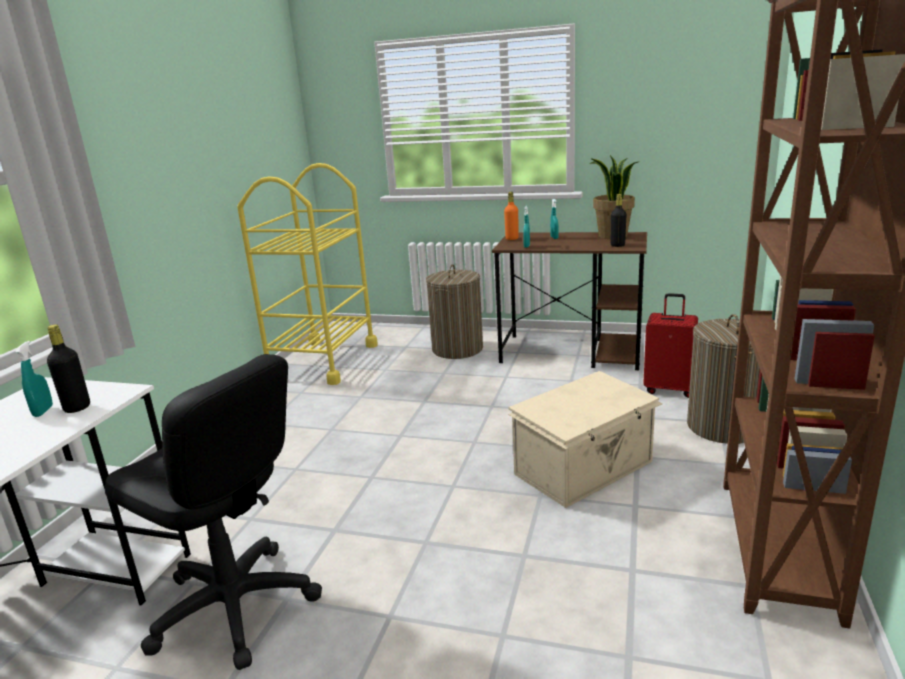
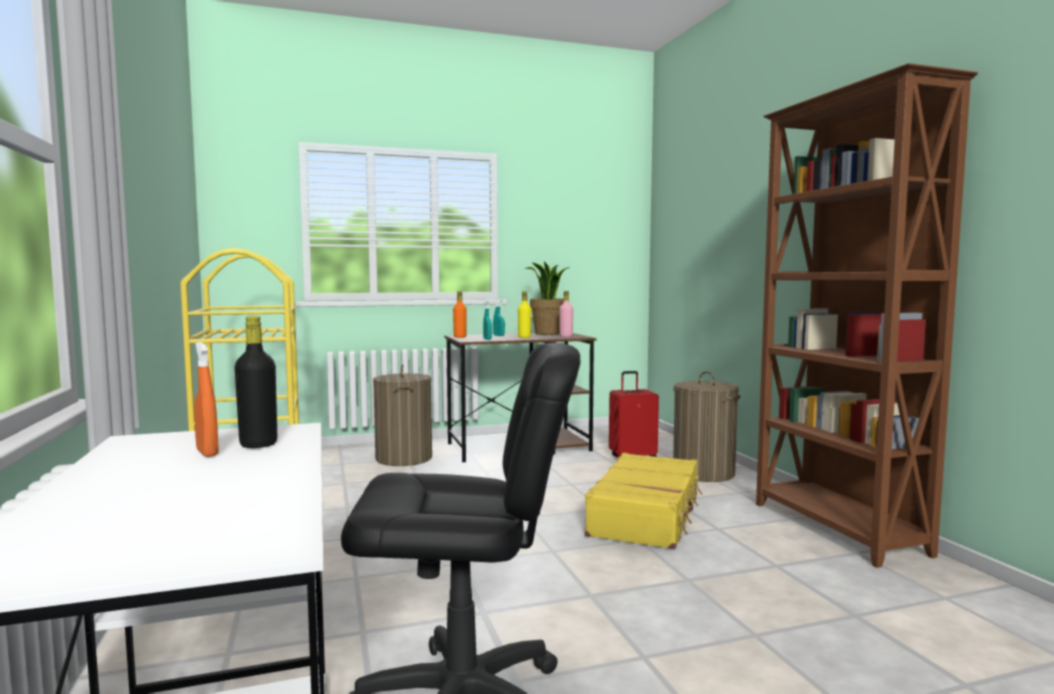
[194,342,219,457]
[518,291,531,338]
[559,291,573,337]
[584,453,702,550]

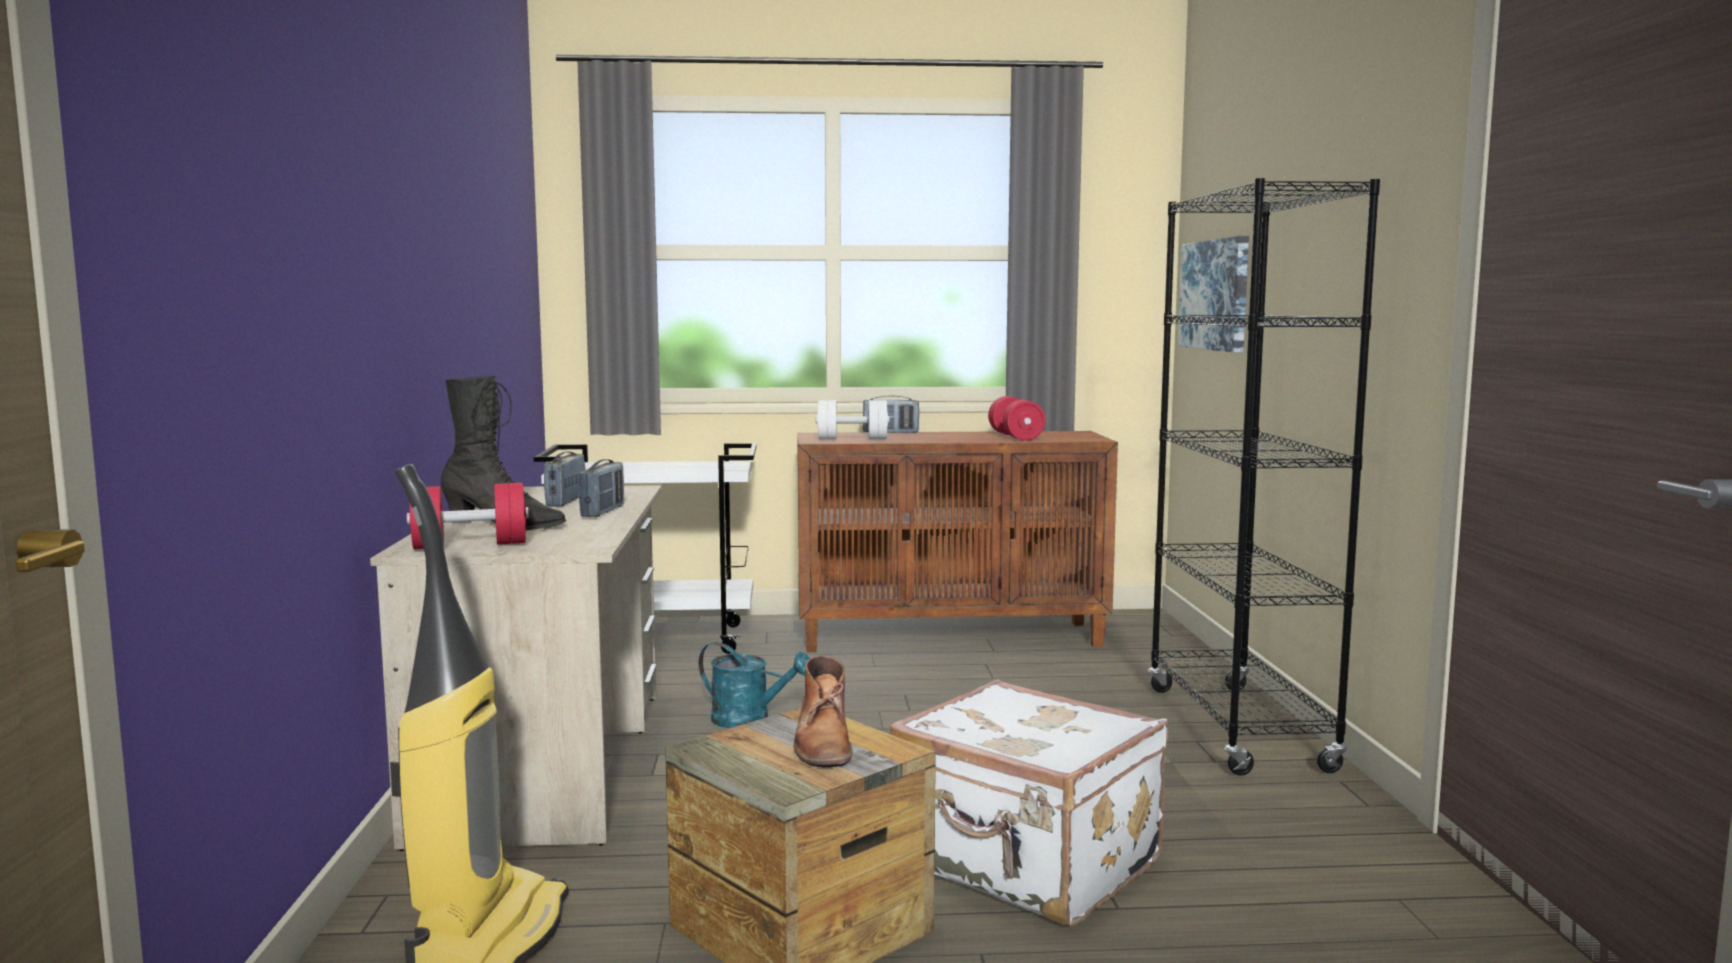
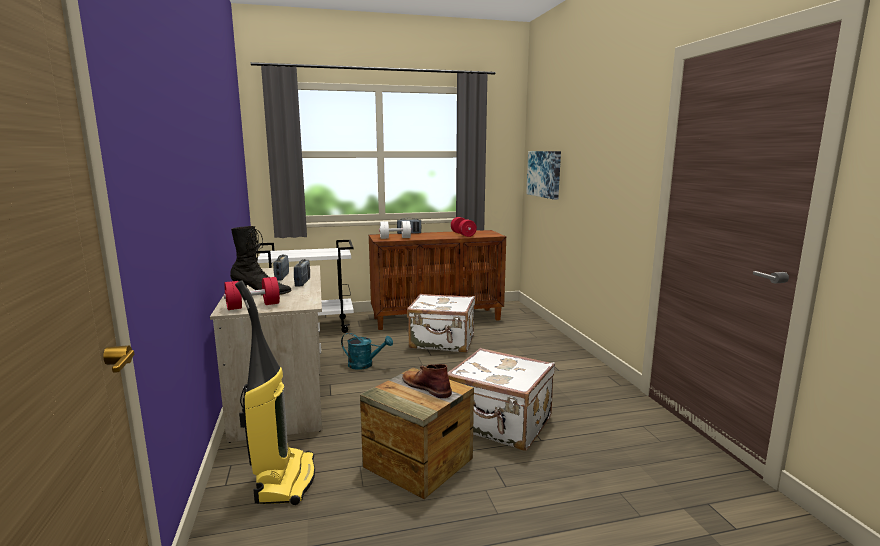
[402,364,452,398]
[407,294,475,353]
[1148,178,1380,775] (first image)

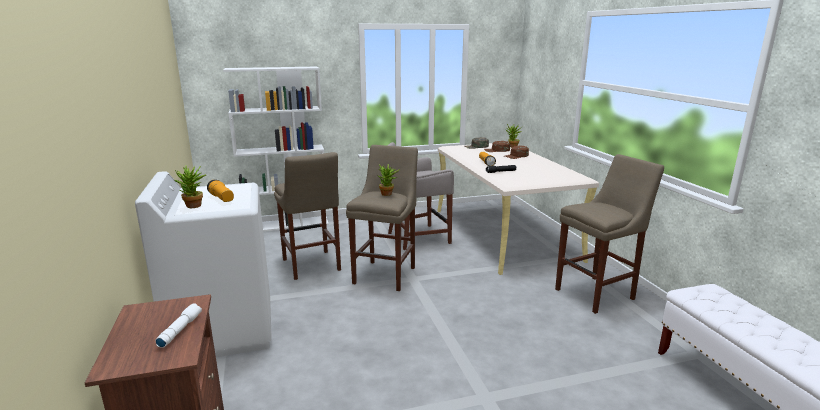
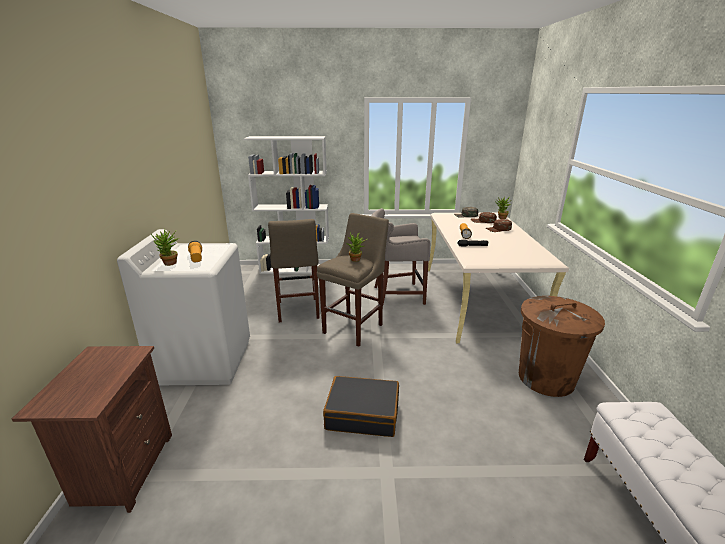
[323,376,399,437]
[519,296,605,397]
[155,303,202,348] (first image)

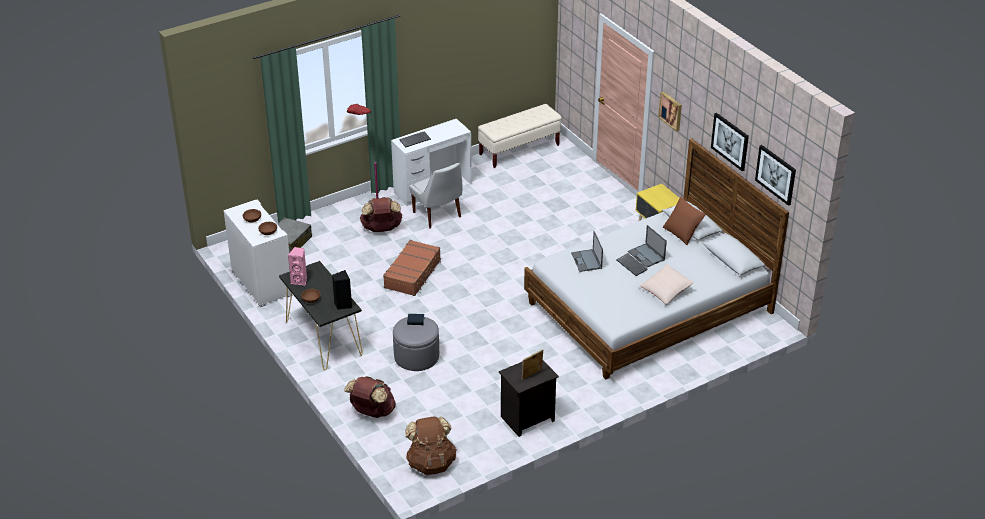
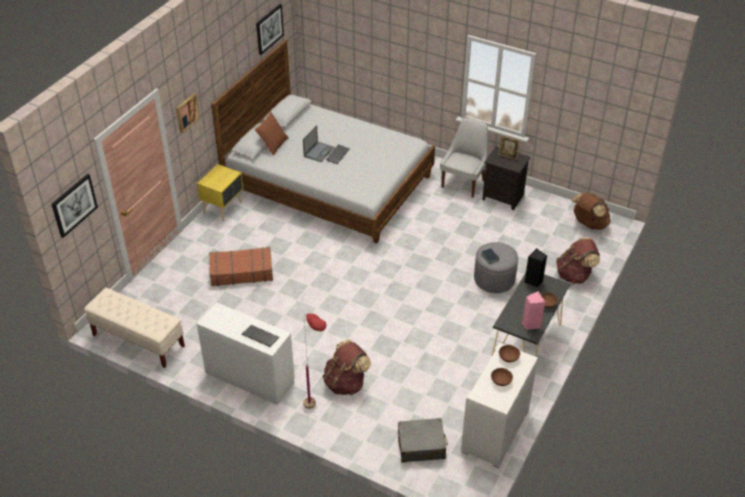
[52,174,98,238]
[209,247,273,286]
[440,118,489,198]
[571,231,603,272] (first image)
[640,264,694,305] (first image)

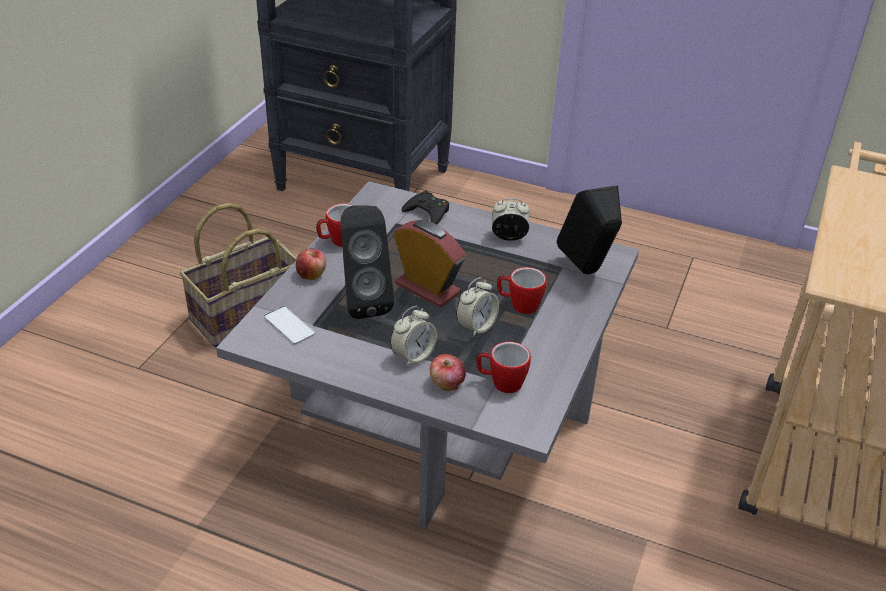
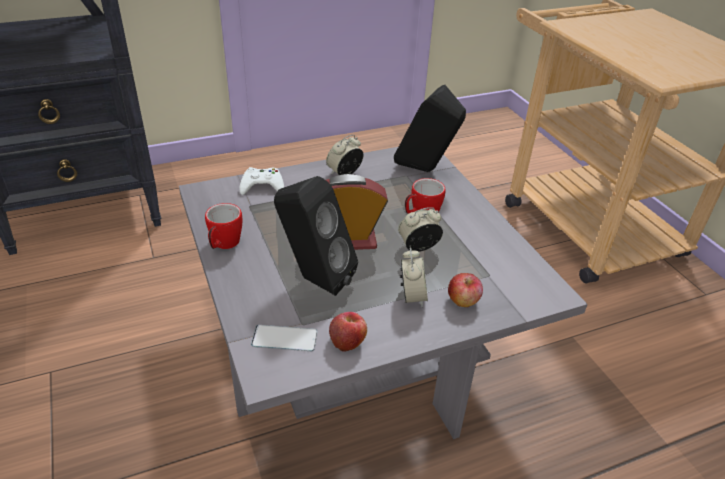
[239,167,284,195]
[329,312,367,352]
[398,207,443,252]
[180,203,297,347] (first image)
[476,342,531,393] (first image)

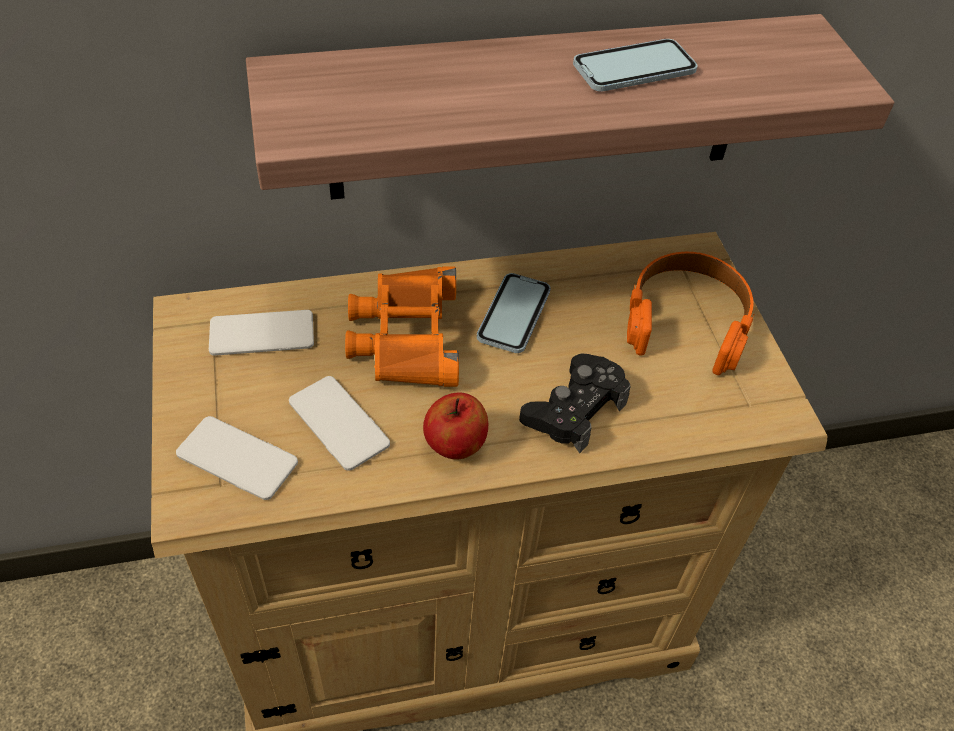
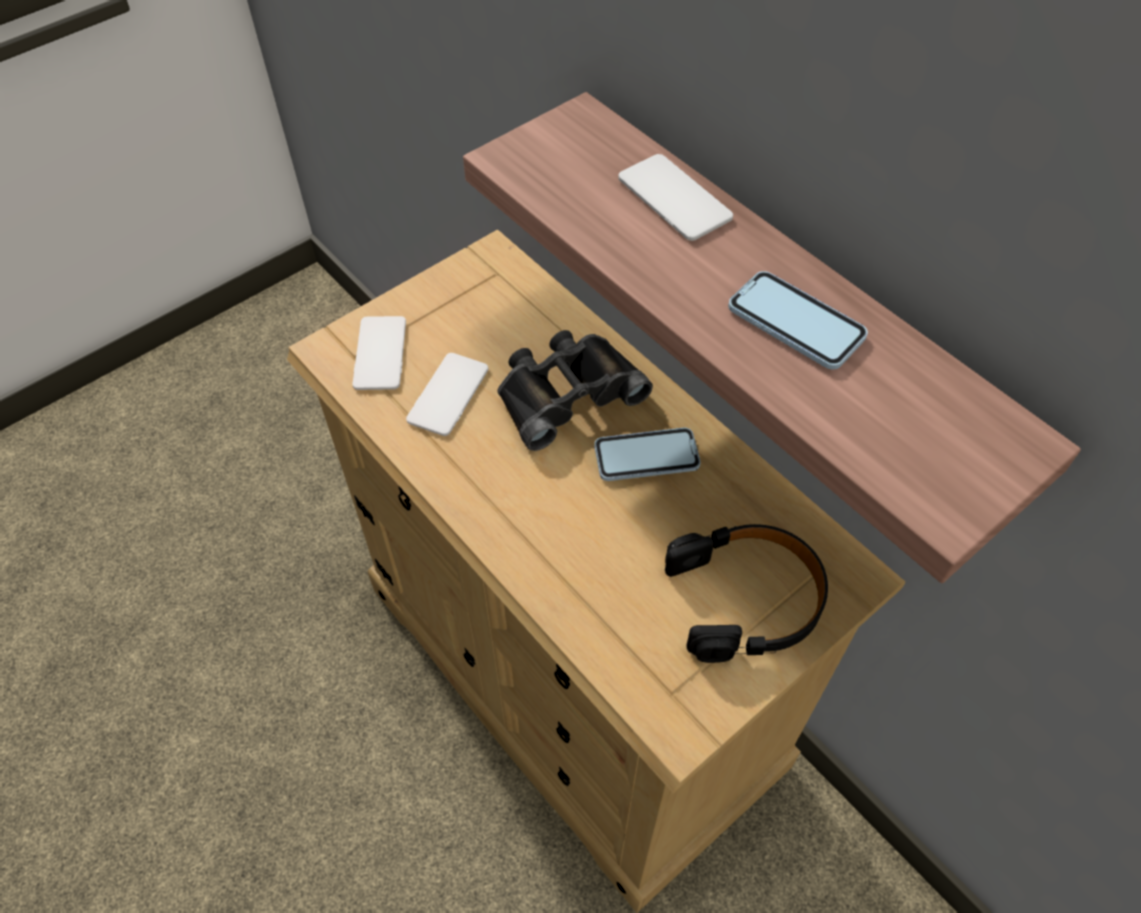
[497,330,653,451]
[619,154,733,241]
[665,524,828,663]
[423,393,488,460] (first image)
[519,354,631,453] (first image)

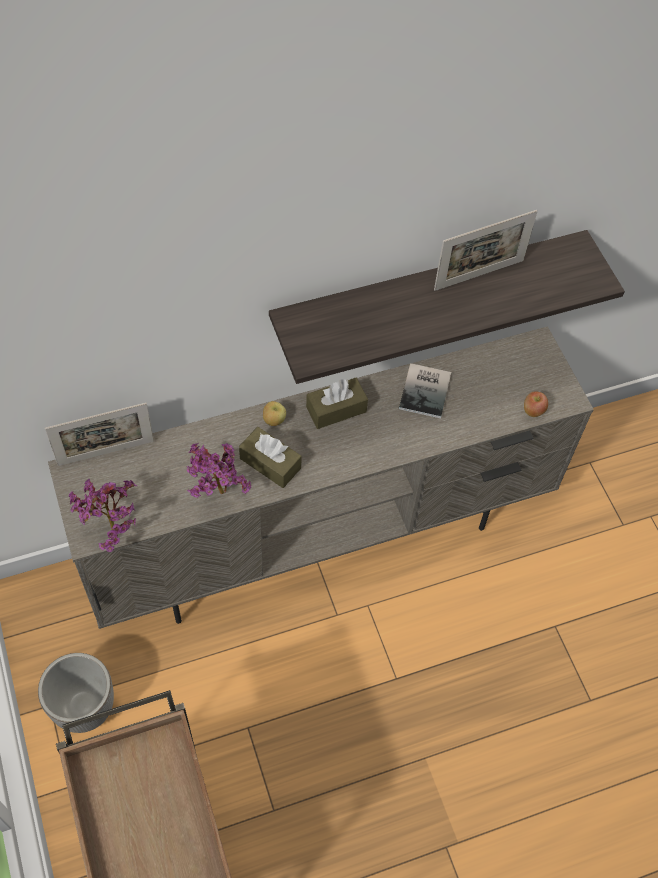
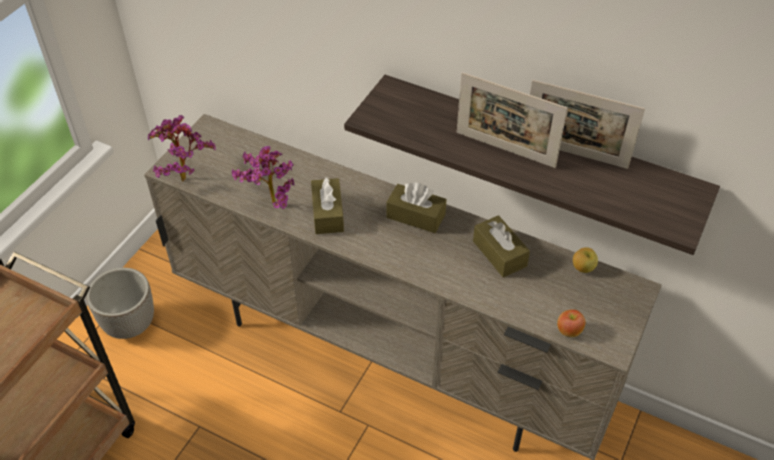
[457,72,568,168]
[473,215,530,278]
[573,247,598,273]

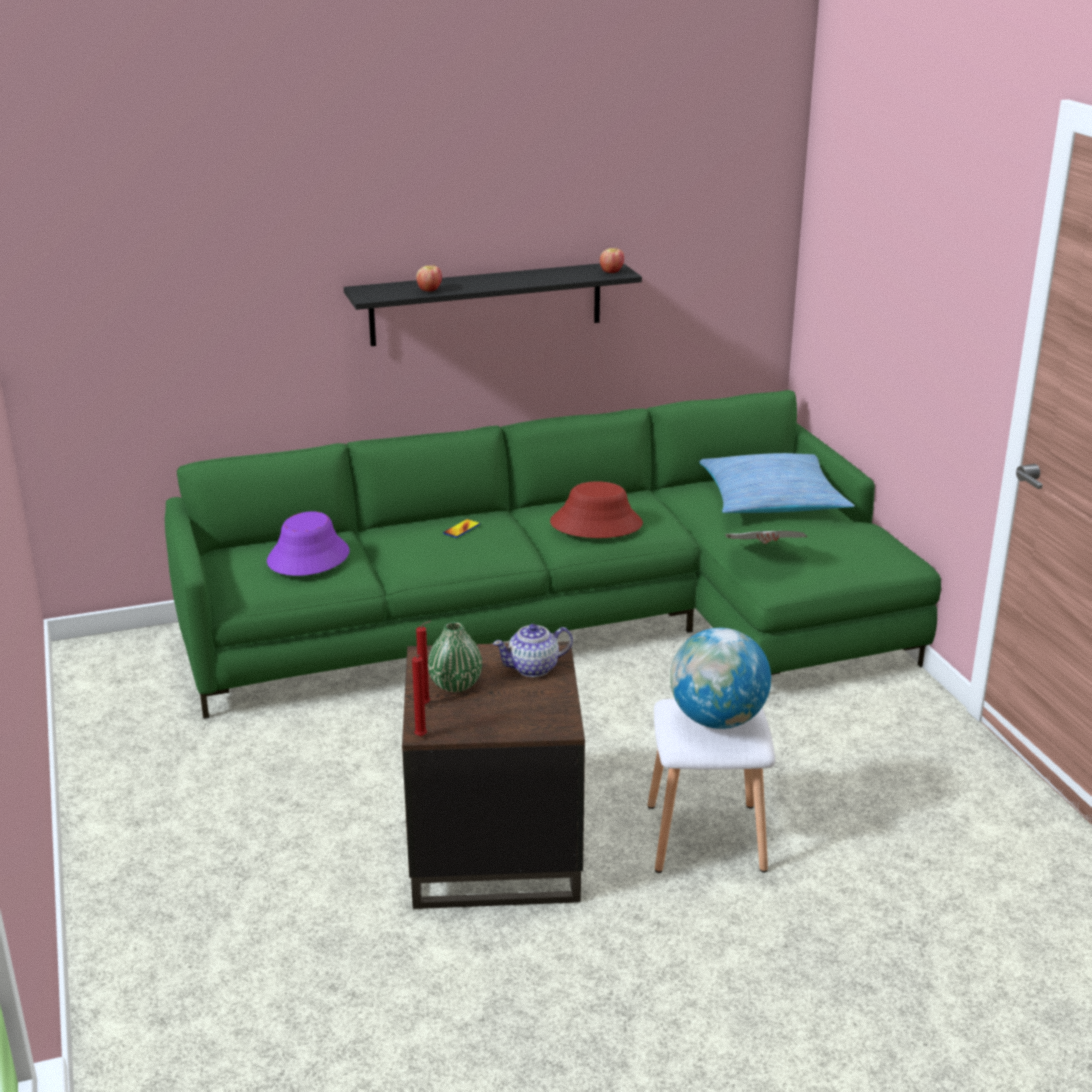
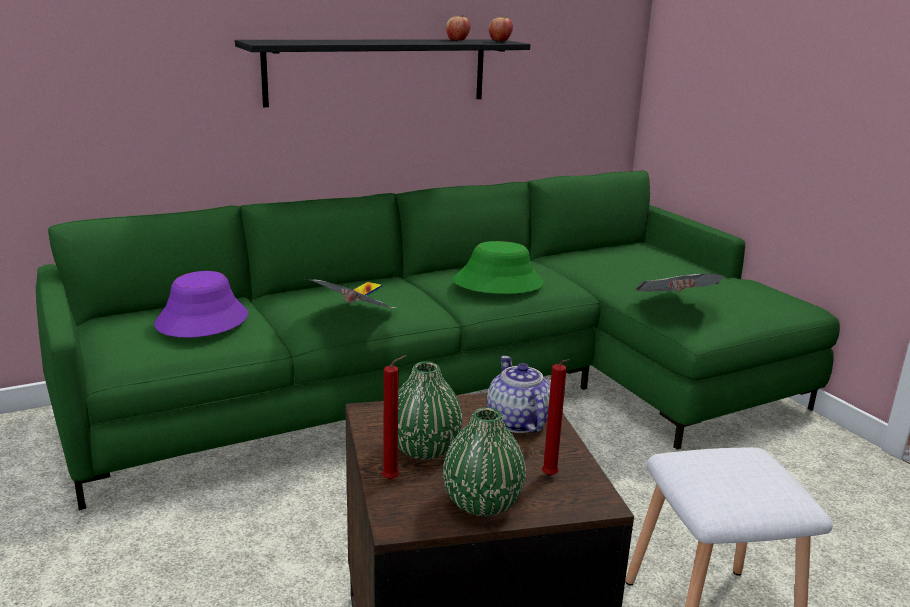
[303,279,397,308]
[443,407,526,516]
[446,14,470,41]
[453,241,544,294]
[487,356,550,433]
[542,359,569,476]
[670,628,771,729] (first image)
[700,453,855,513] (first image)

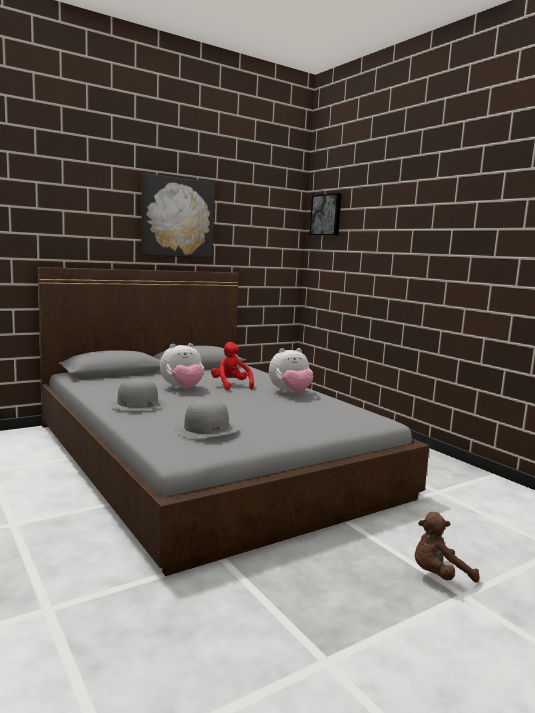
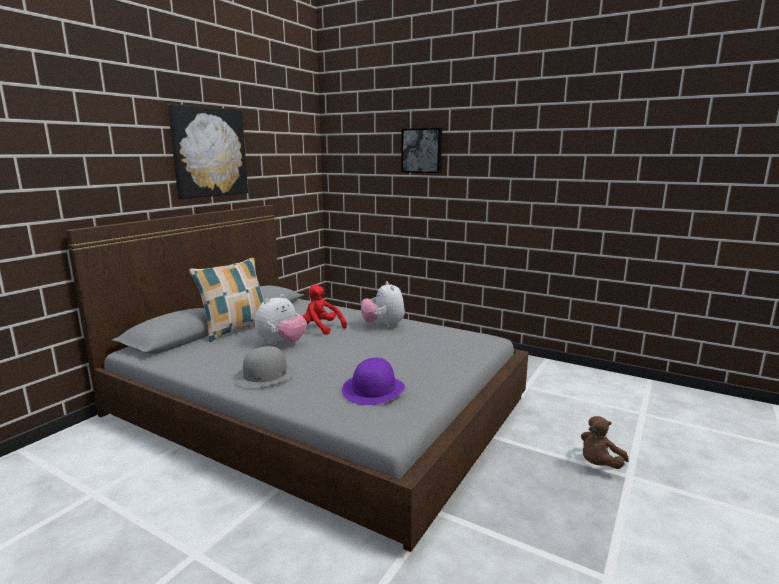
[189,258,264,342]
[342,357,405,405]
[361,281,405,328]
[401,128,442,173]

